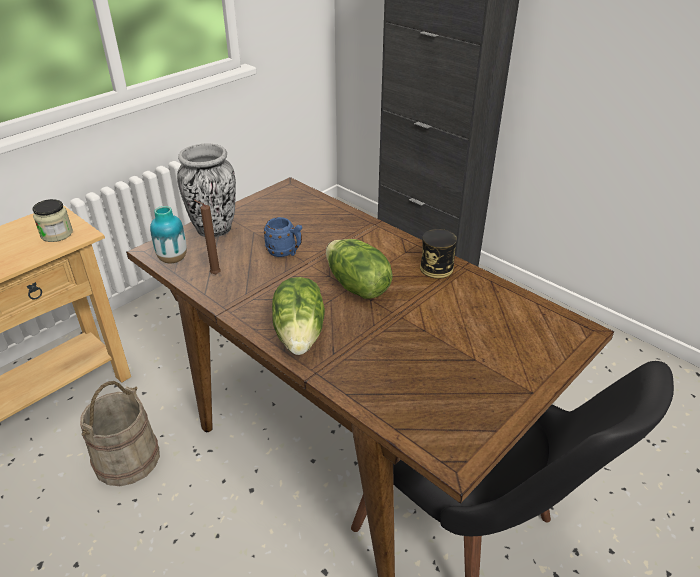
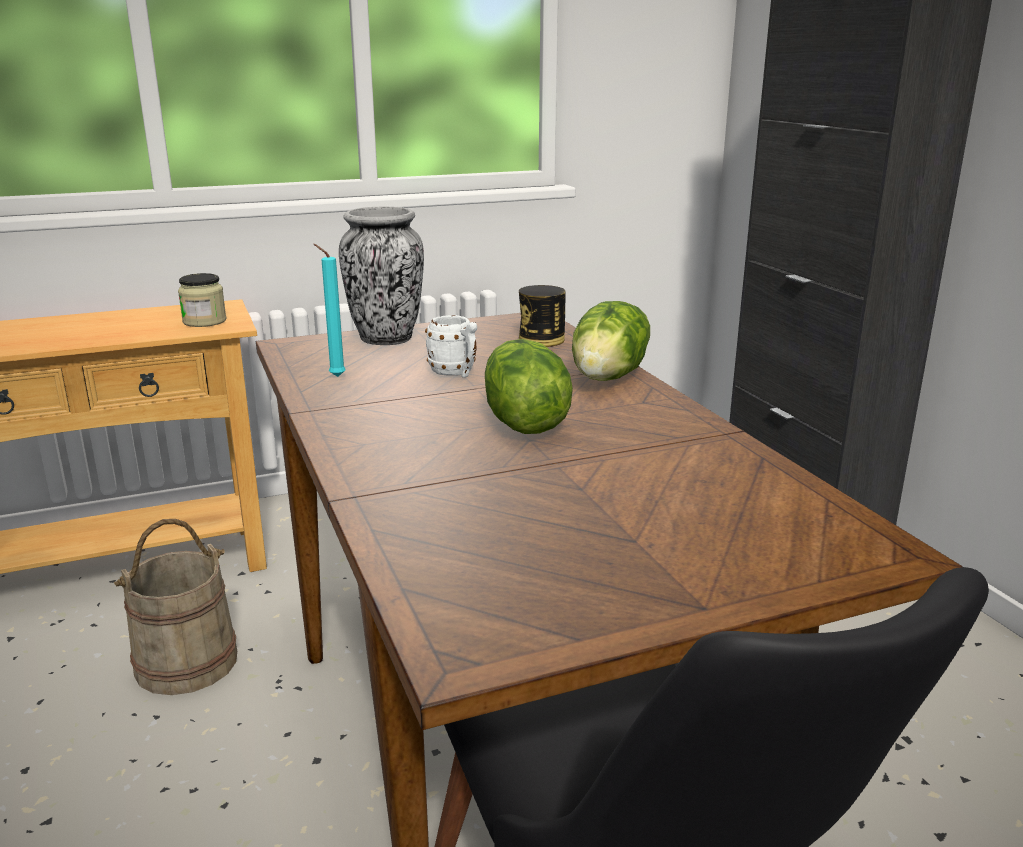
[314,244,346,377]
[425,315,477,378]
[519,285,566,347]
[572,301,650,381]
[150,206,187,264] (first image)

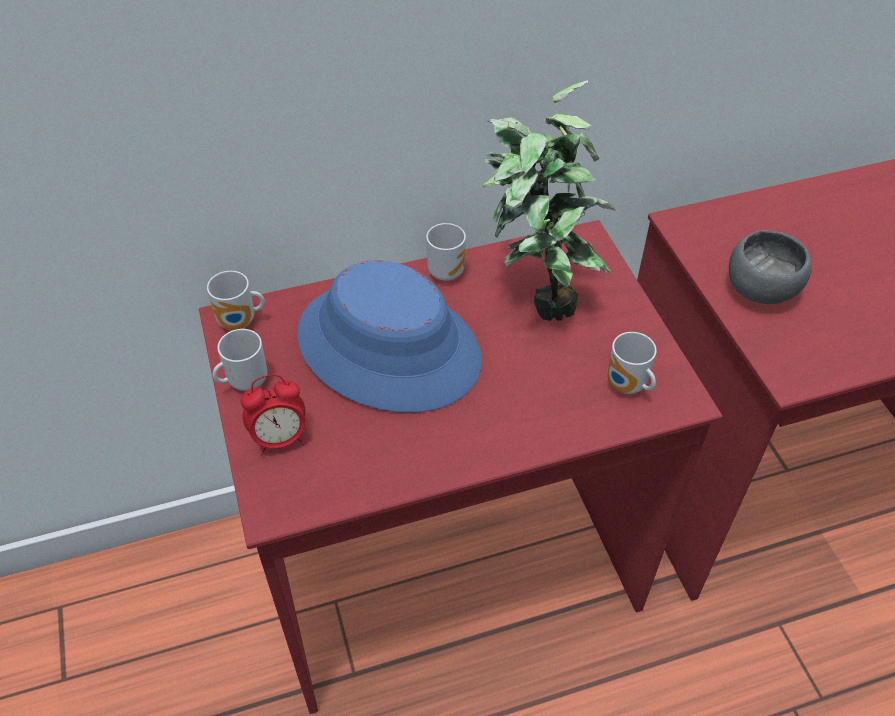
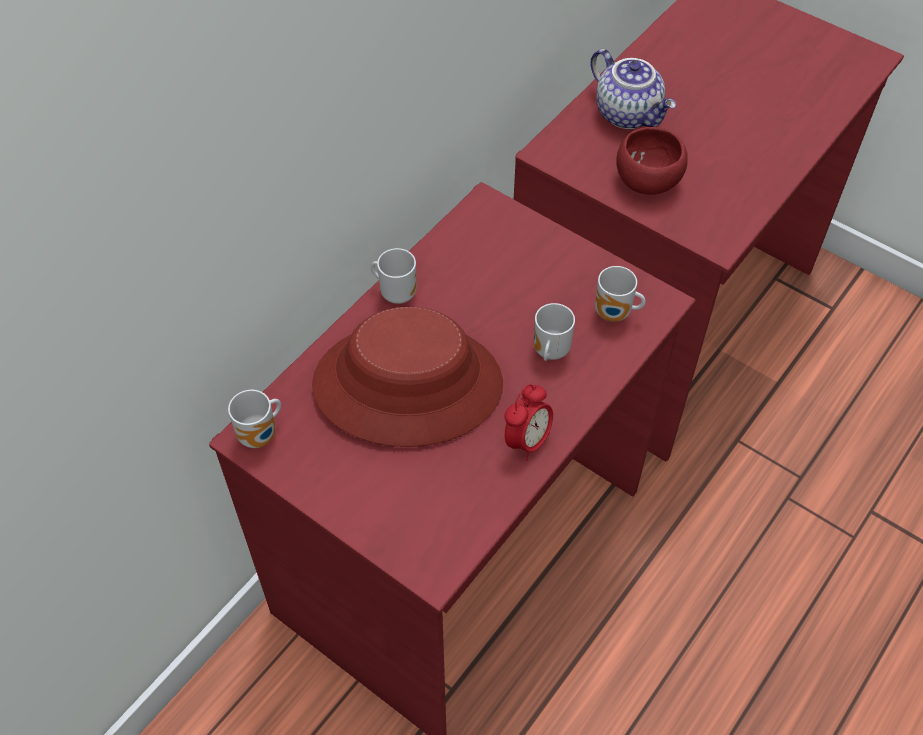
[312,307,503,447]
[505,384,553,461]
[534,303,575,361]
[590,49,676,129]
[616,127,688,195]
[483,80,616,321] (first image)

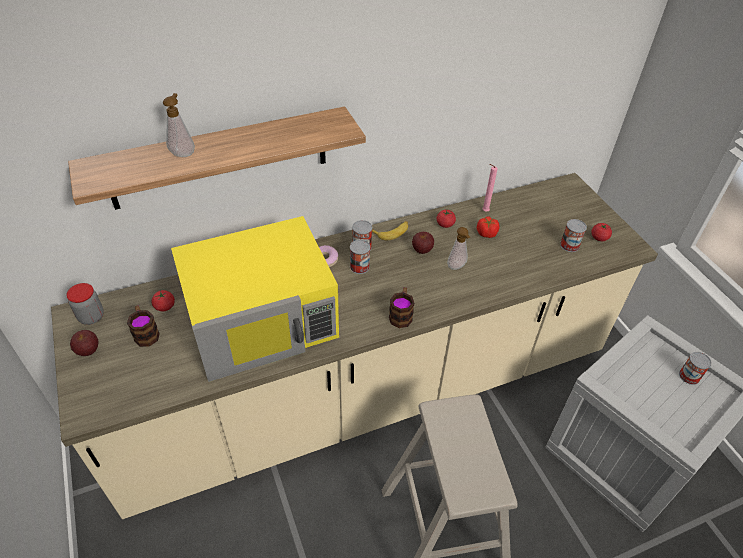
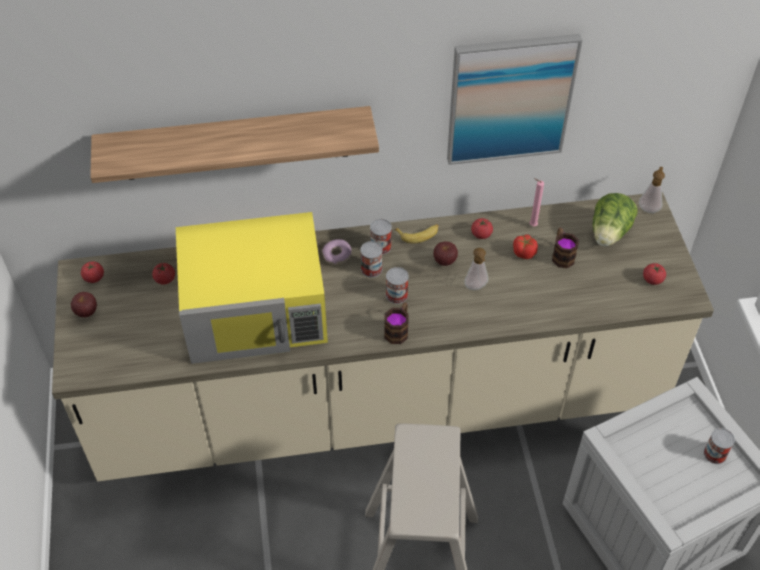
[81,261,104,283]
[386,267,409,304]
[447,34,582,165]
[552,228,579,268]
[593,193,638,247]
[639,167,665,213]

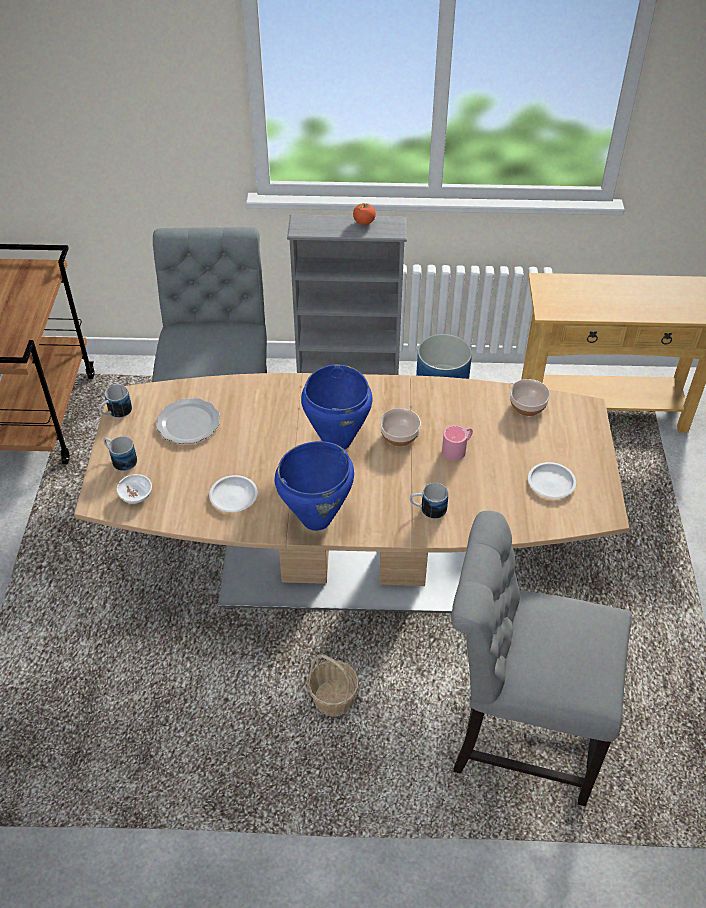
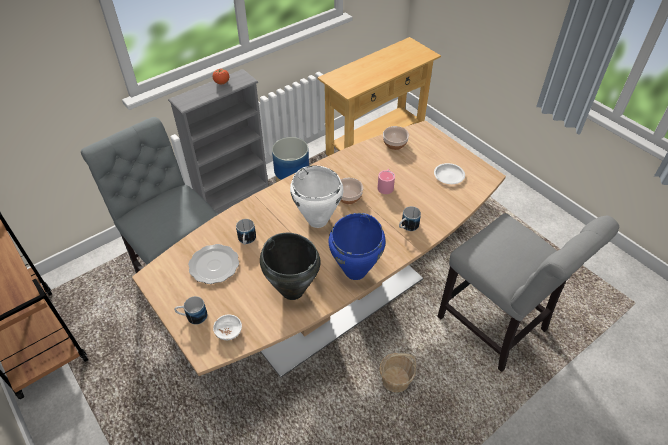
[236,219,256,245]
[260,233,321,300]
[290,165,344,228]
[437,213,619,372]

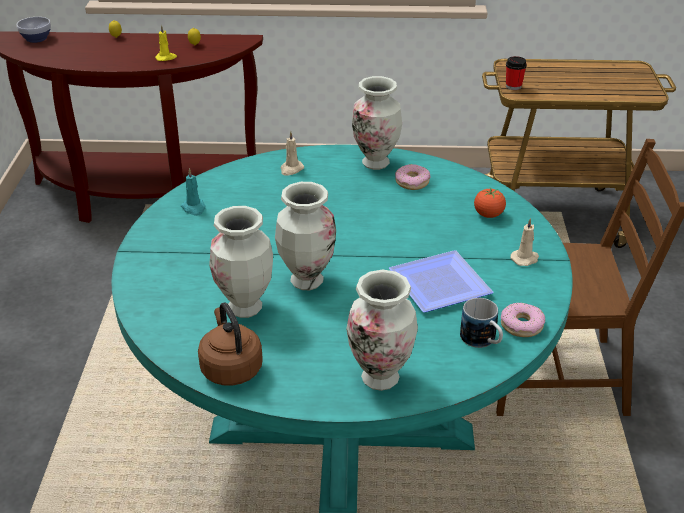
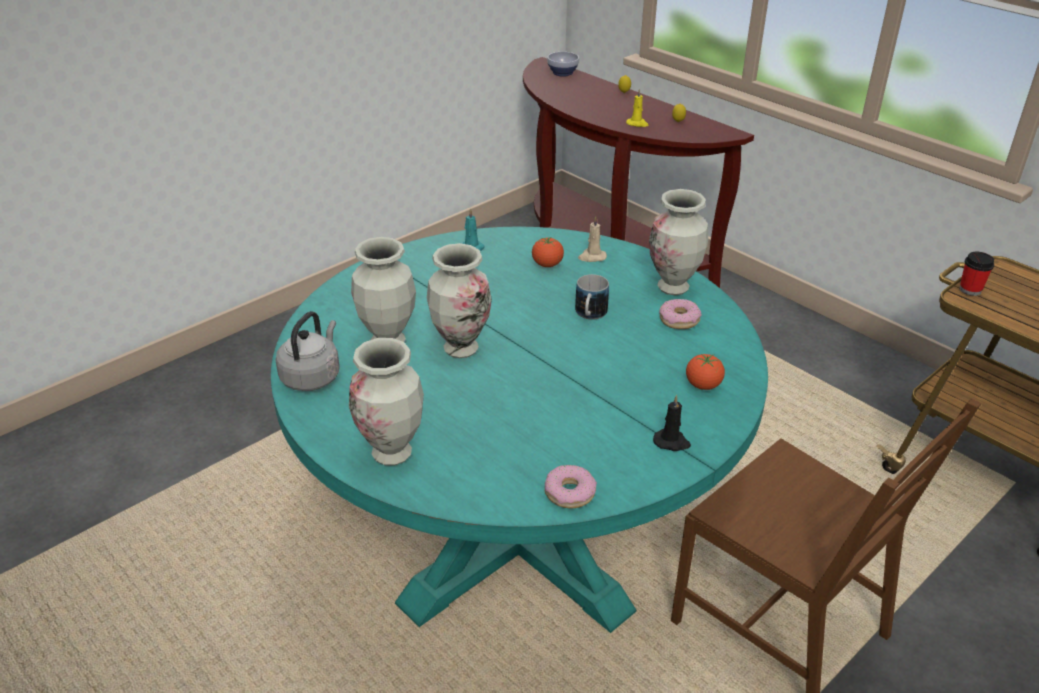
[276,311,340,391]
[532,237,564,267]
[575,274,609,320]
[653,395,691,451]
[389,250,493,313] (first image)

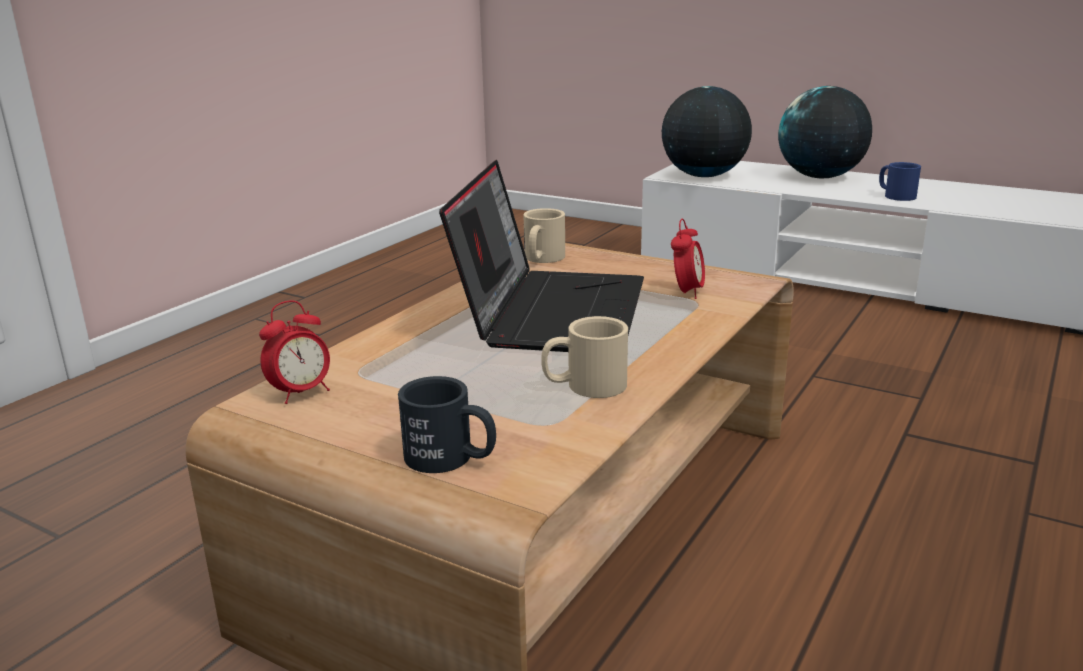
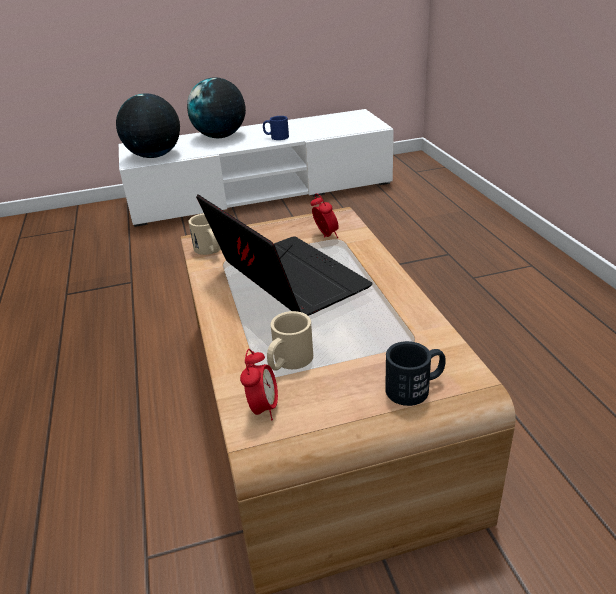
[267,311,313,370]

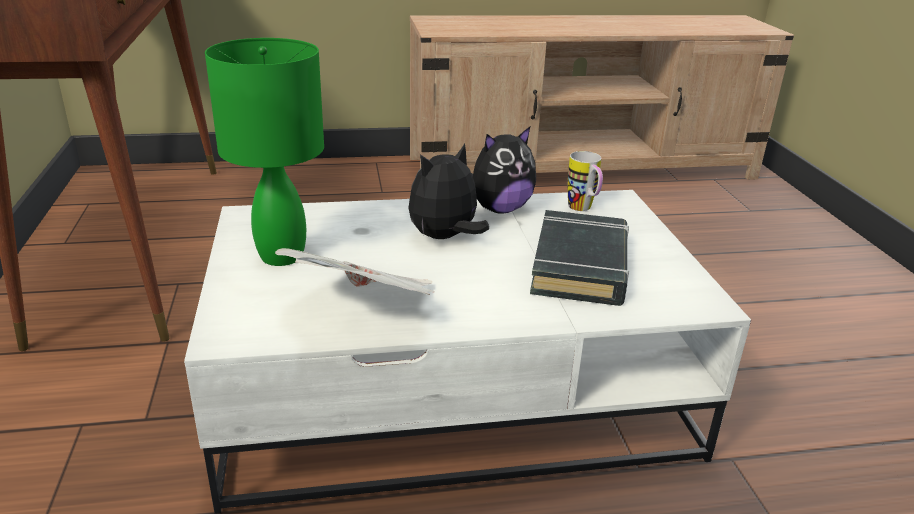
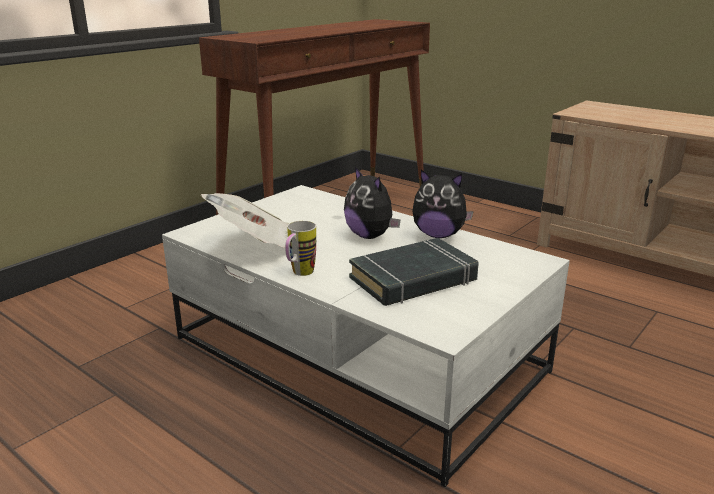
[285,221,316,276]
[344,167,400,239]
[205,38,324,266] (first image)

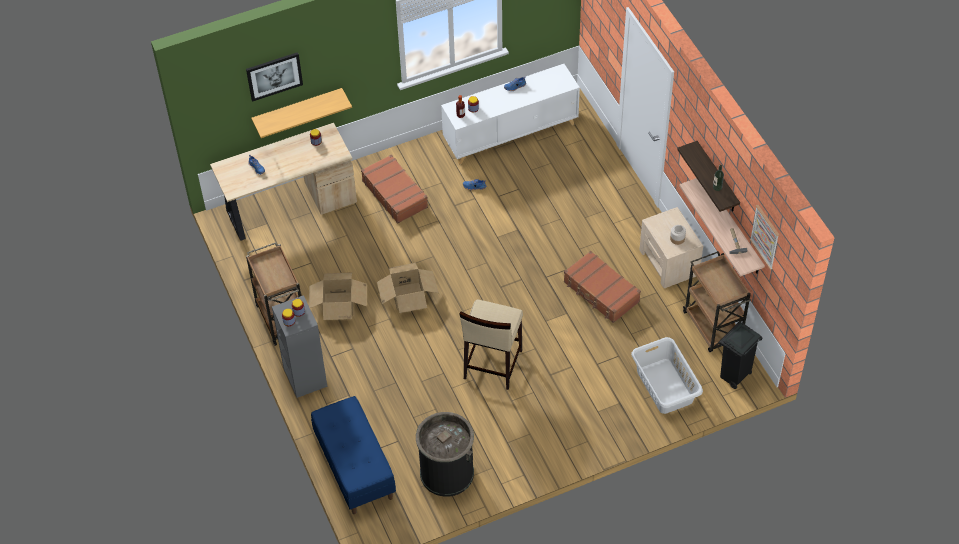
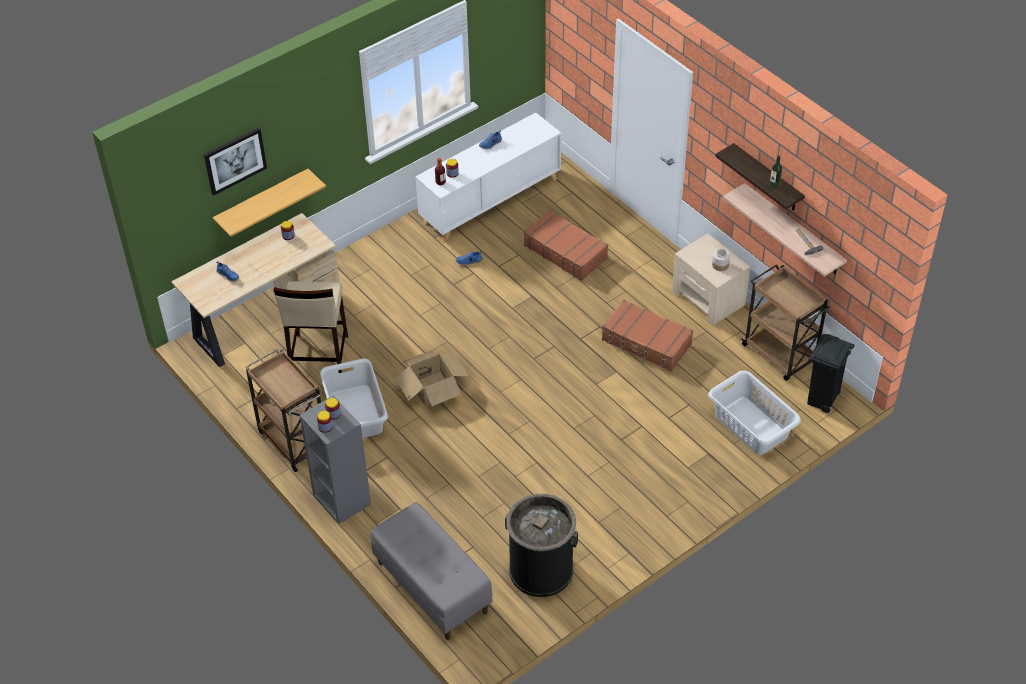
[274,281,348,373]
[320,358,388,438]
[370,502,492,640]
[524,210,608,281]
[750,205,779,270] (first image)

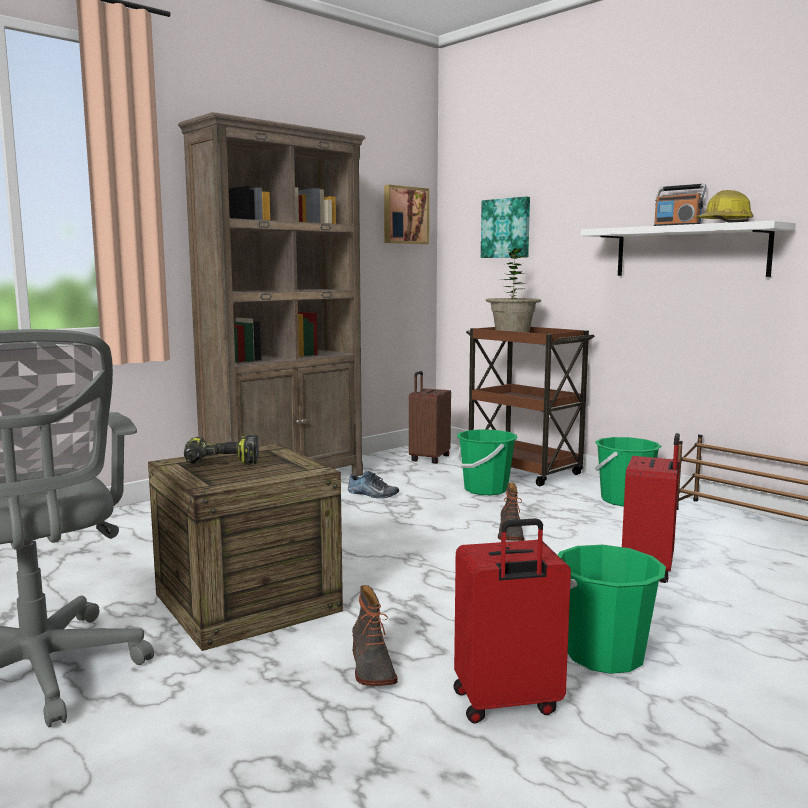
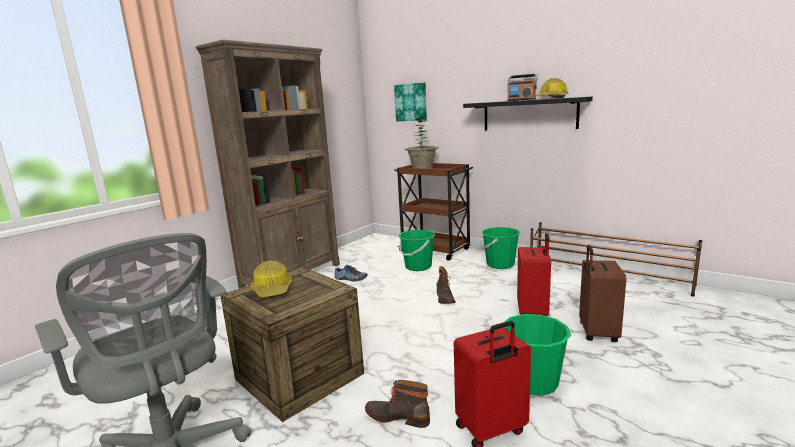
[251,261,292,297]
[365,380,430,428]
[463,97,593,130]
[579,245,626,342]
[384,185,429,244] (first image)

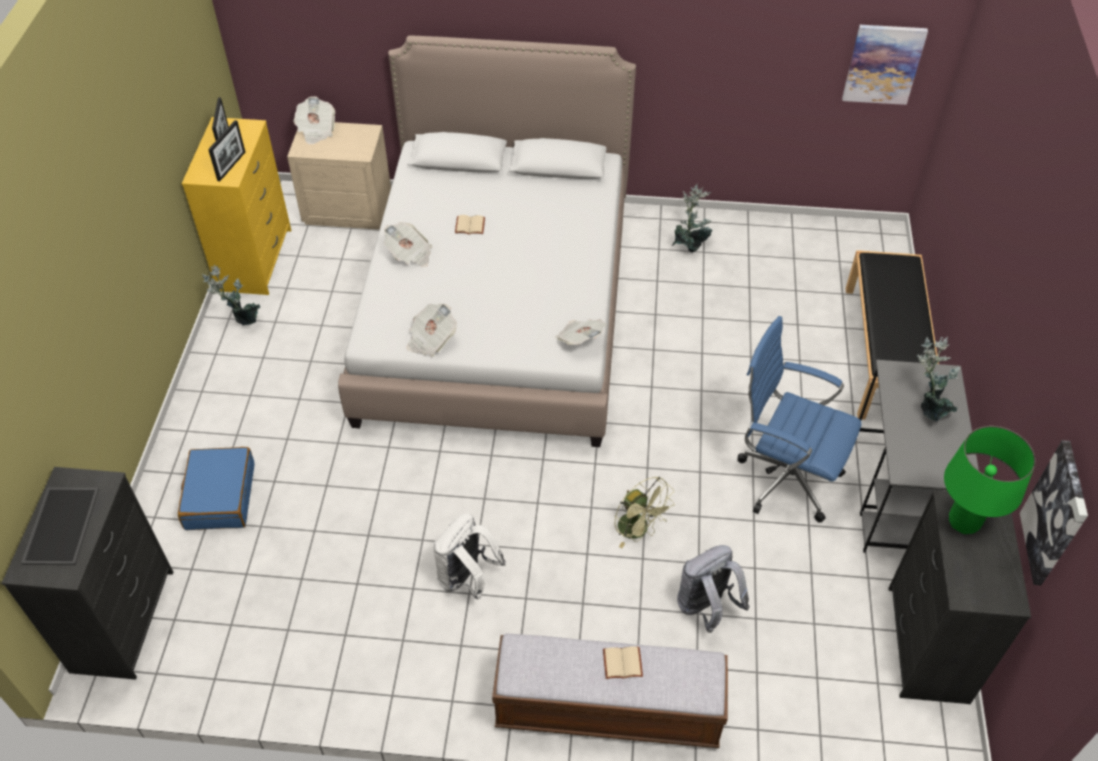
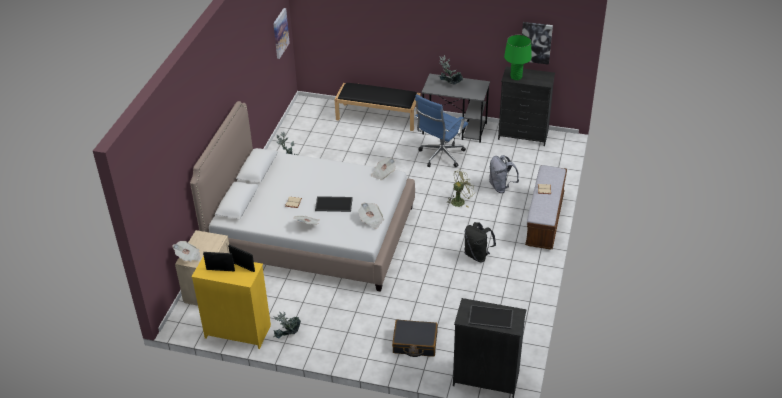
[315,196,353,212]
[392,319,438,357]
[465,222,496,262]

